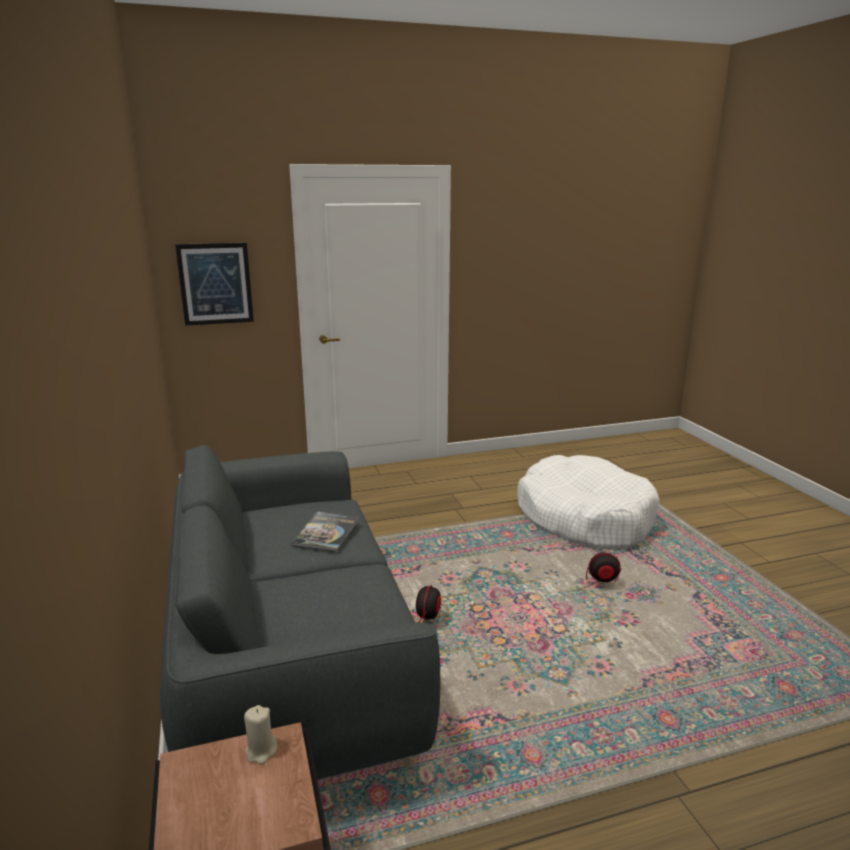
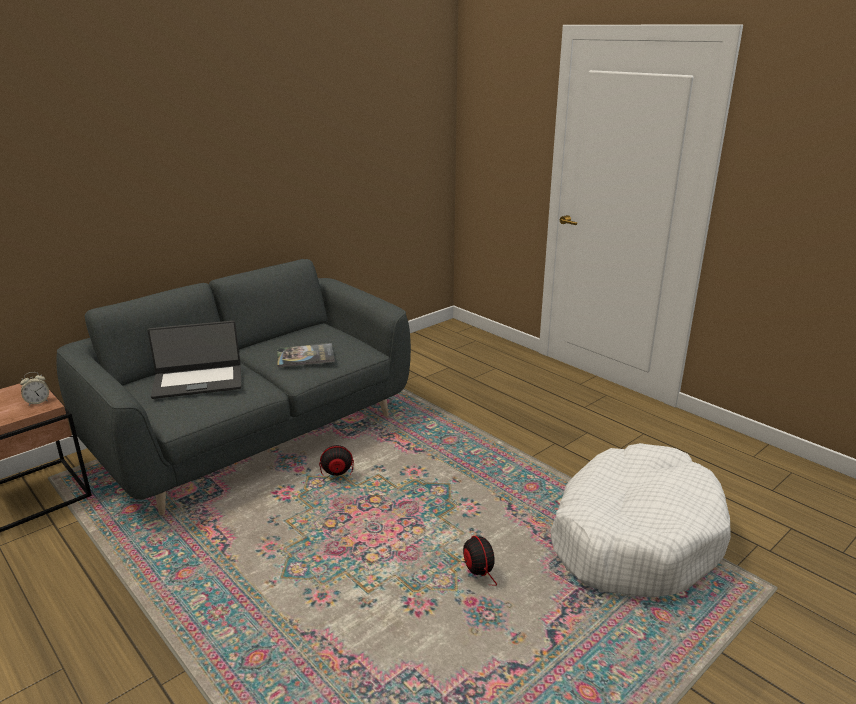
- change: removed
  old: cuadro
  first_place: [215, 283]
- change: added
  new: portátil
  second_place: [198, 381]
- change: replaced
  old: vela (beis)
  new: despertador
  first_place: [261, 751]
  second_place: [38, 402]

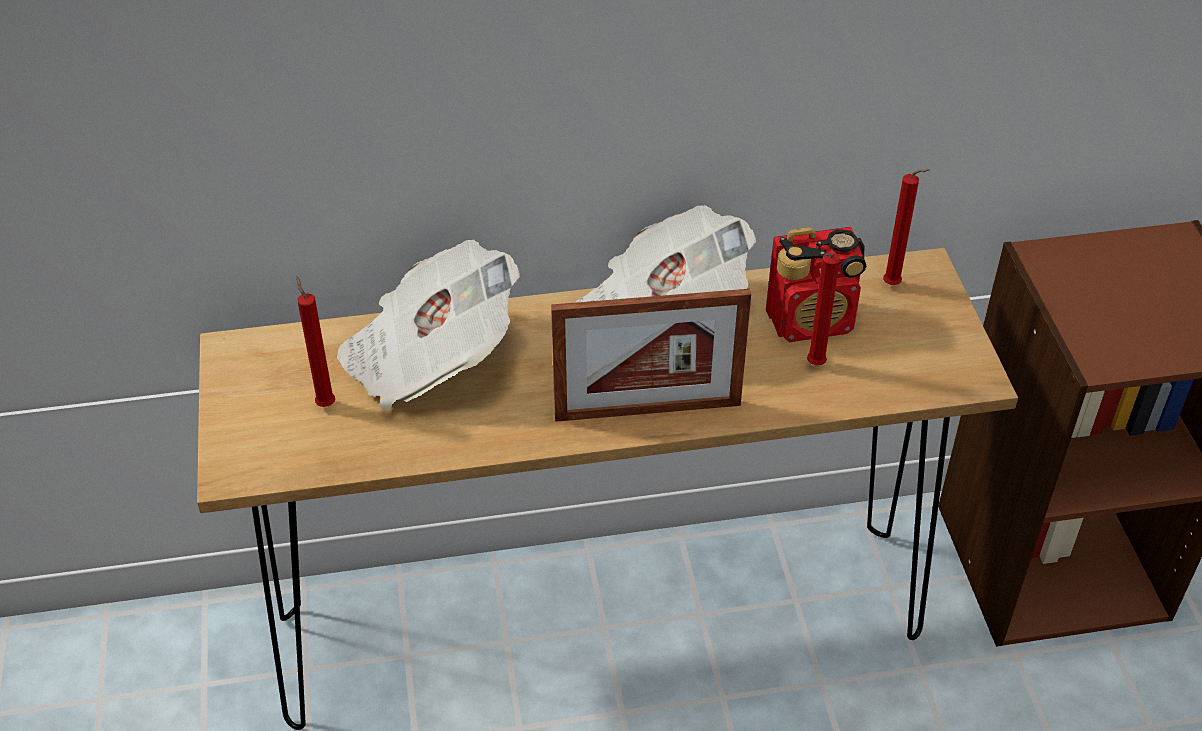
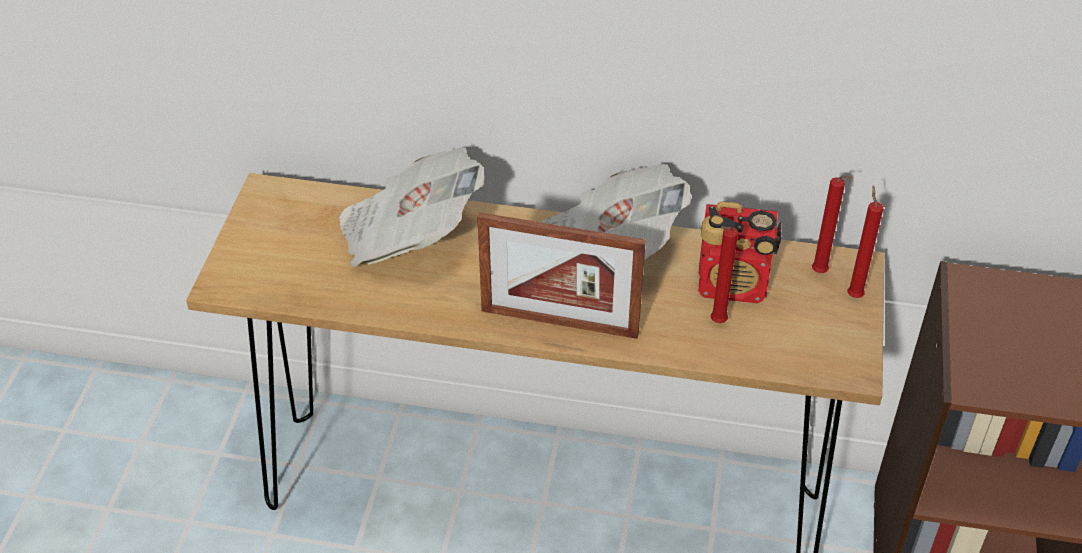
- change: moved
  old: vela (rojo)
  first_place: [325, 403]
  second_place: [854, 294]

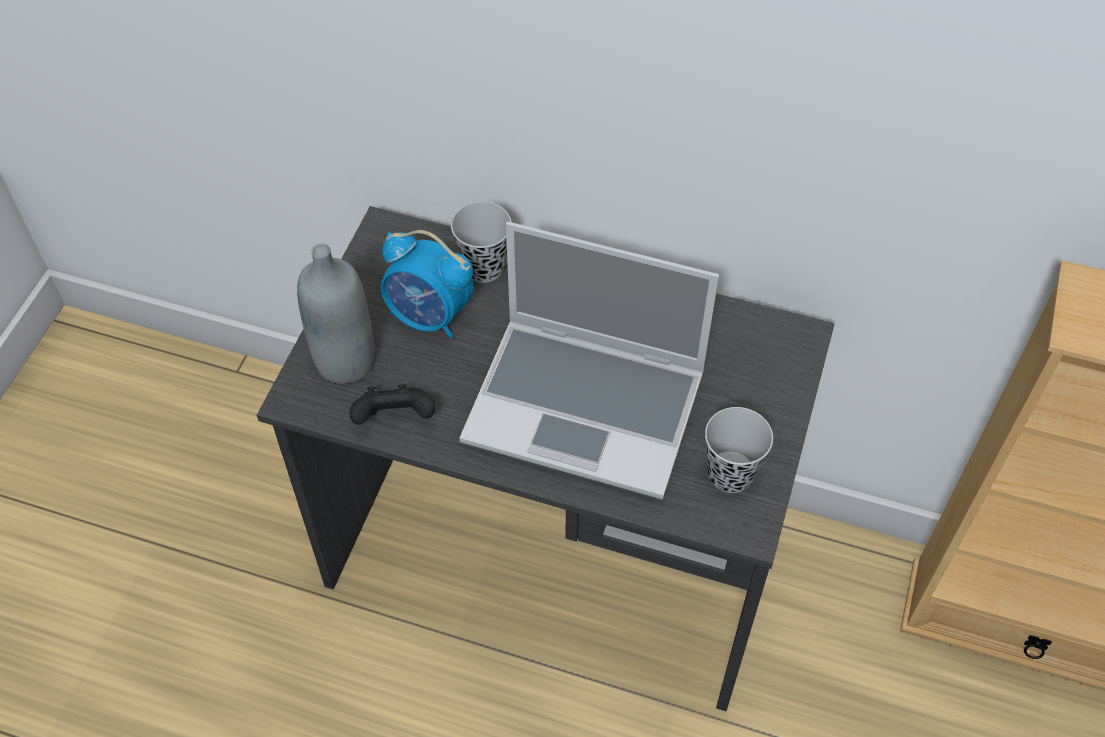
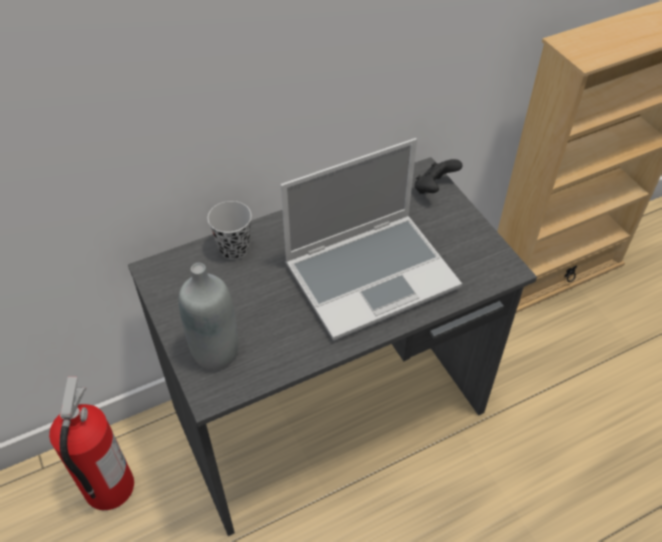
- change: removed
  old: despertador
  first_place: [429, 316]
- change: removed
  old: taza (negro)
  first_place: [730, 473]
- change: added
  new: extintor
  second_place: [108, 488]
- change: moved
  old: mando de consola (negro)
  first_place: [395, 419]
  second_place: [434, 188]

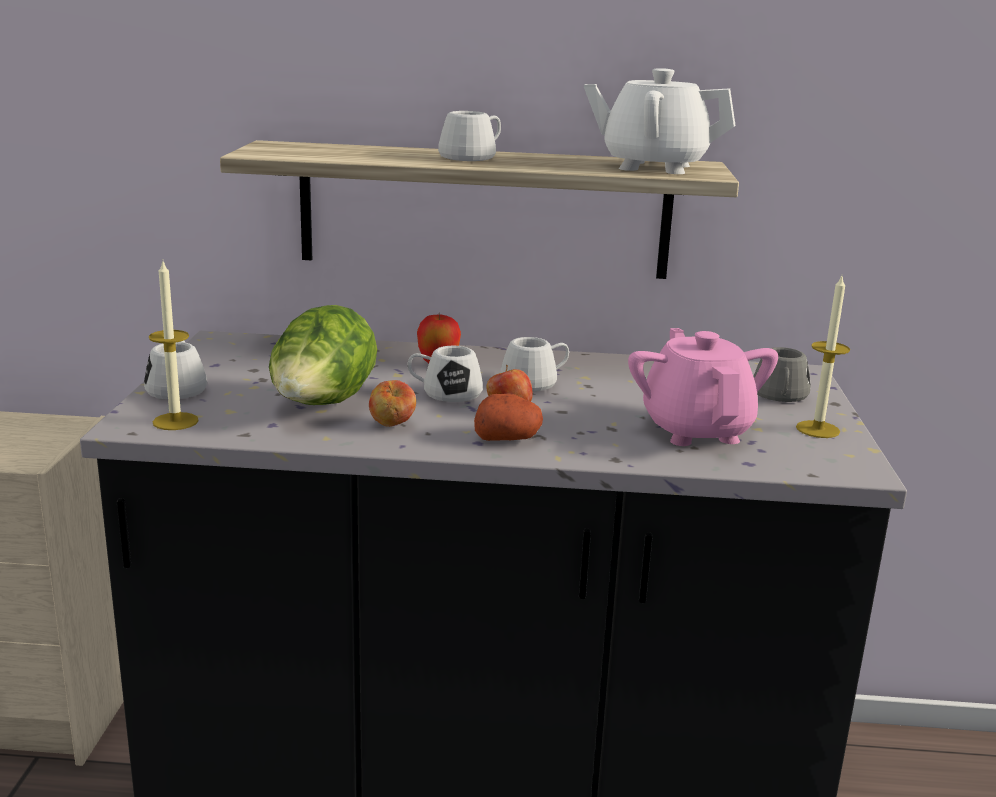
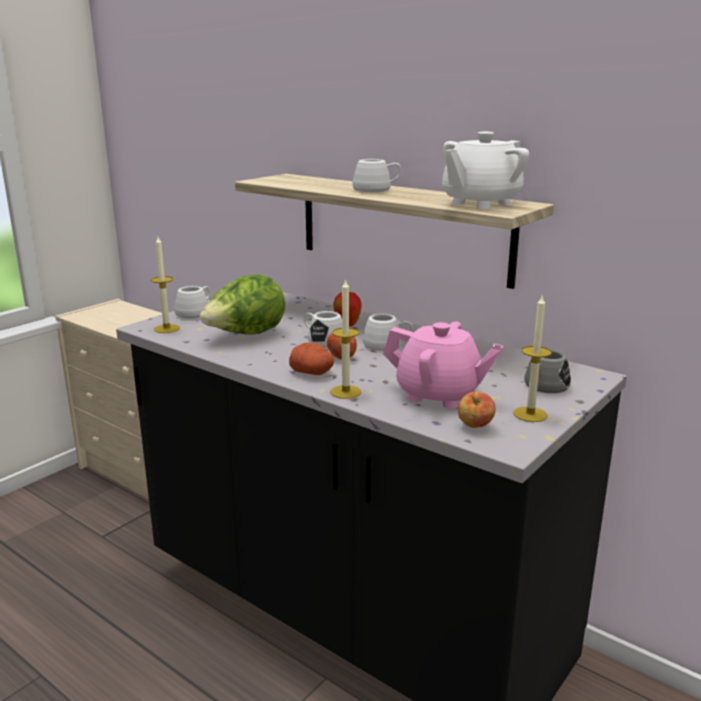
- change: added
  new: vela
  second_place: [345, 392]
- change: moved
  old: manzana
  first_place: [392, 425]
  second_place: [475, 427]
- change: turned
  old: tetera (blanco)
  first_place: [653, 167]
  second_place: [480, 203]
  degrees: -90
- change: turned
  old: tetera (rosa)
  first_place: [696, 430]
  second_place: [439, 395]
  degrees: 90

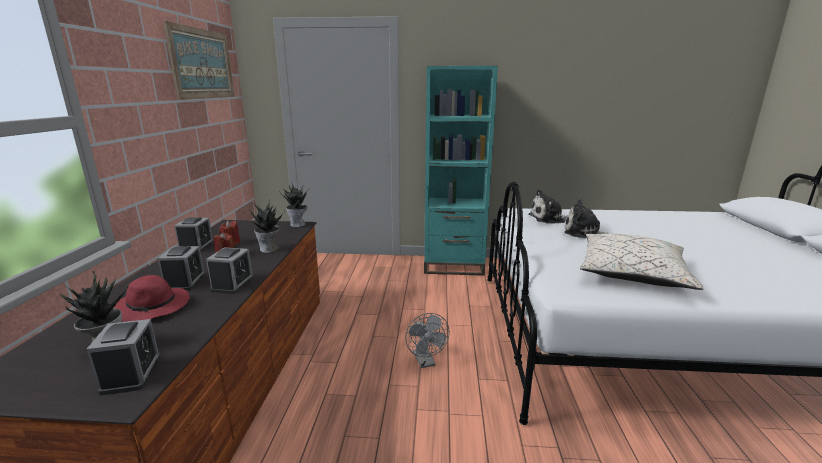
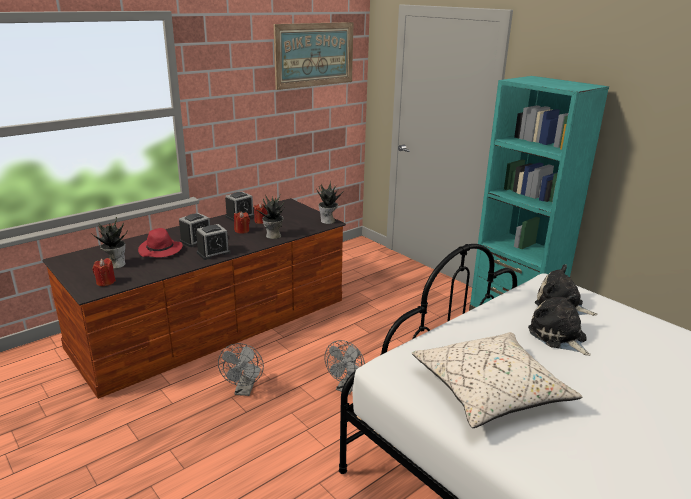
- change: added
  new: ventilador (gris)
  second_place: [244, 390]
- change: replaced
  old: despertador
  new: vela (rojo)
  first_place: [131, 374]
  second_place: [105, 282]

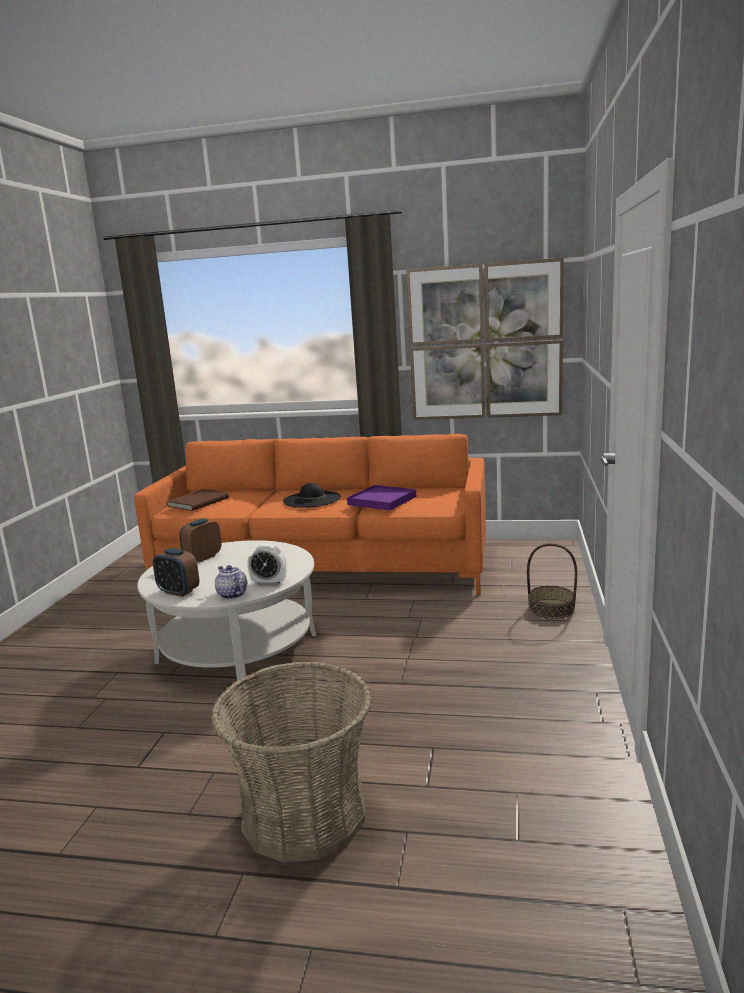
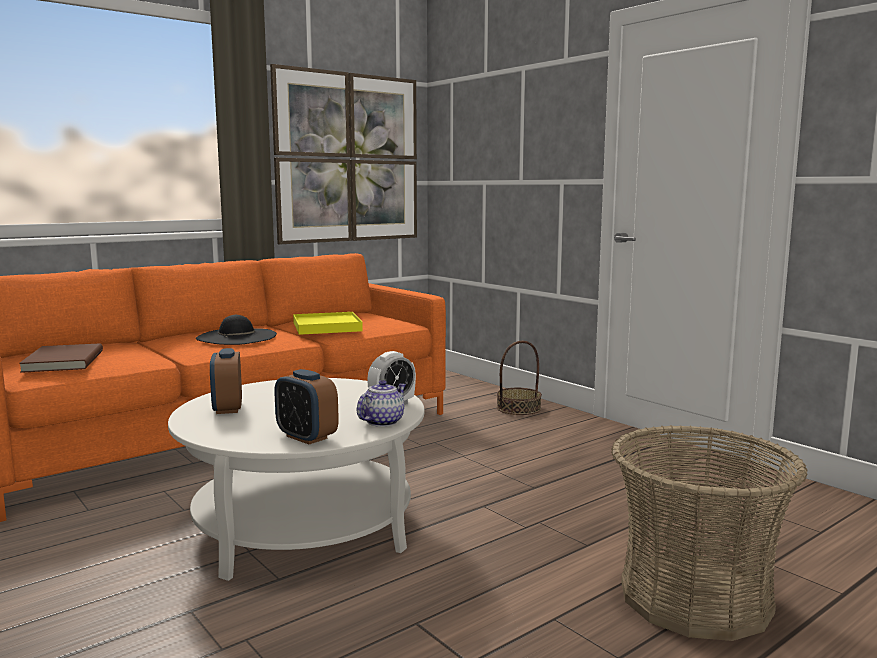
- change: recoloured
  old: bandeja (morado)
  new: bandeja (amarillo)
  first_place: [382, 500]
  second_place: [326, 327]
- change: turned
  old: despertador
  first_place: [178, 592]
  second_place: [306, 437]
  degrees: 60
- change: turned
  old: tetera
  first_place: [231, 594]
  second_place: [382, 422]
  degrees: 120

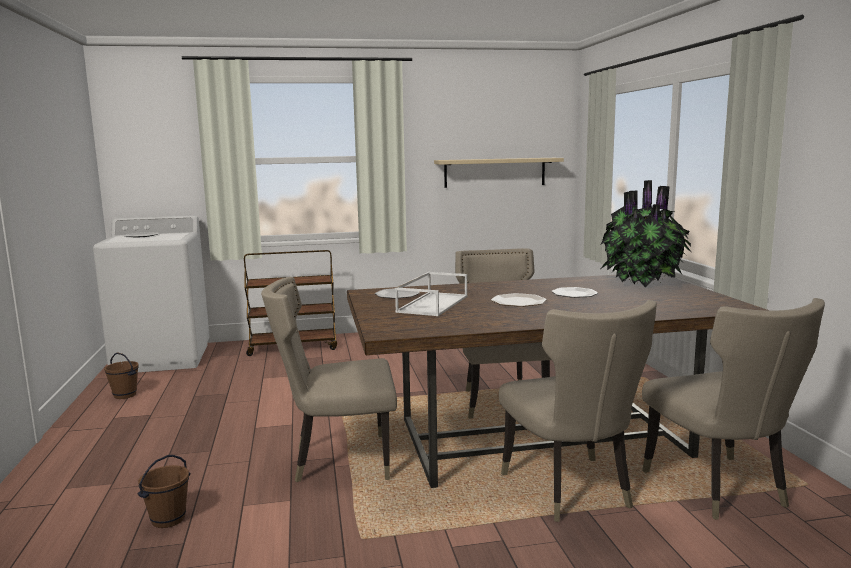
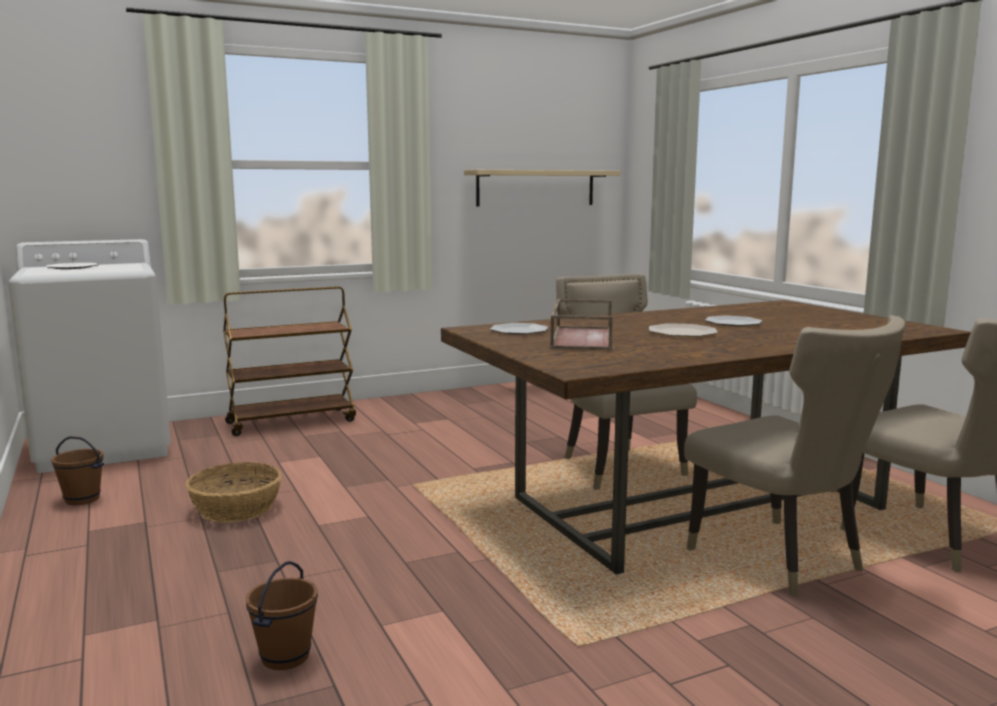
- change: removed
  old: silla (beis)
  first_place: [338, 460]
- change: removed
  old: planta en maceta
  first_place: [643, 281]
- change: added
  new: cesta
  second_place: [236, 508]
- change: recoloured
  old: bandeja (blanco)
  new: bandeja (marrón)
  first_place: [432, 303]
  second_place: [581, 338]

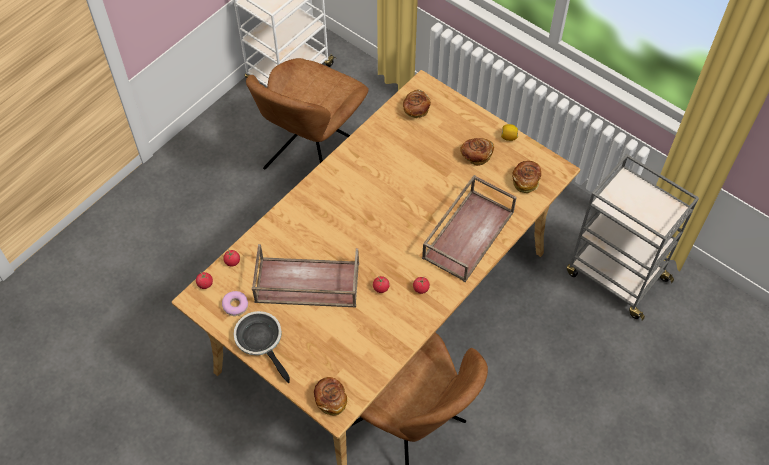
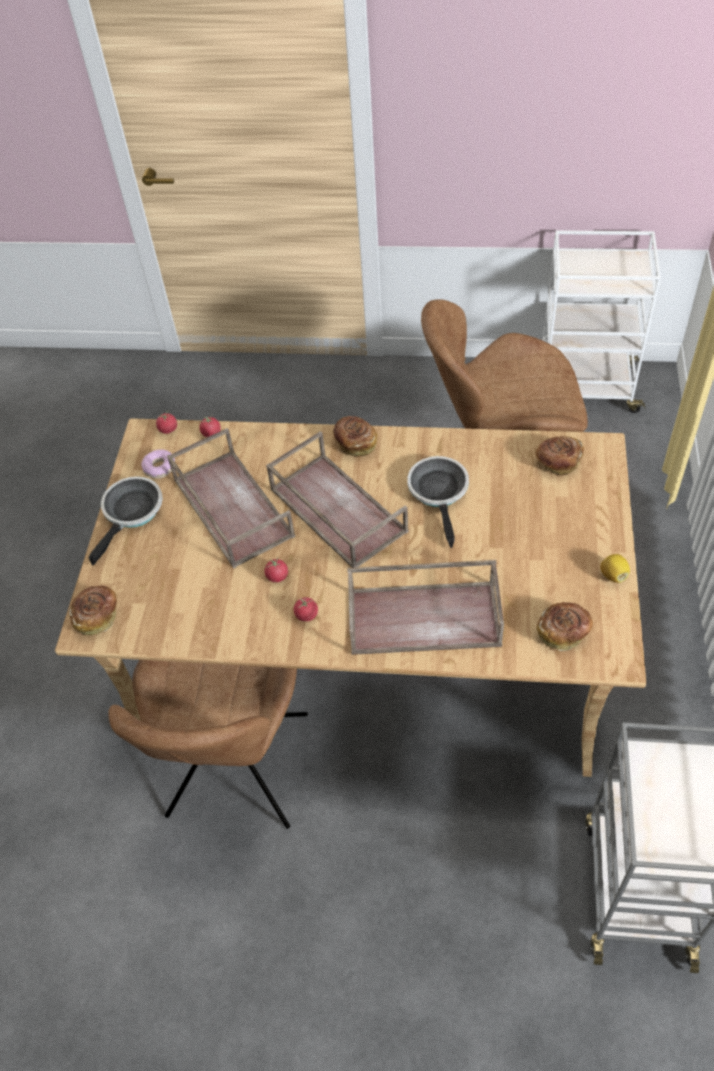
- change: added
  new: bandeja (marrón)
  second_place: [336, 510]
- change: added
  new: sartén
  second_place: [439, 493]
- change: moved
  old: pan
  first_place: [476, 156]
  second_place: [355, 443]

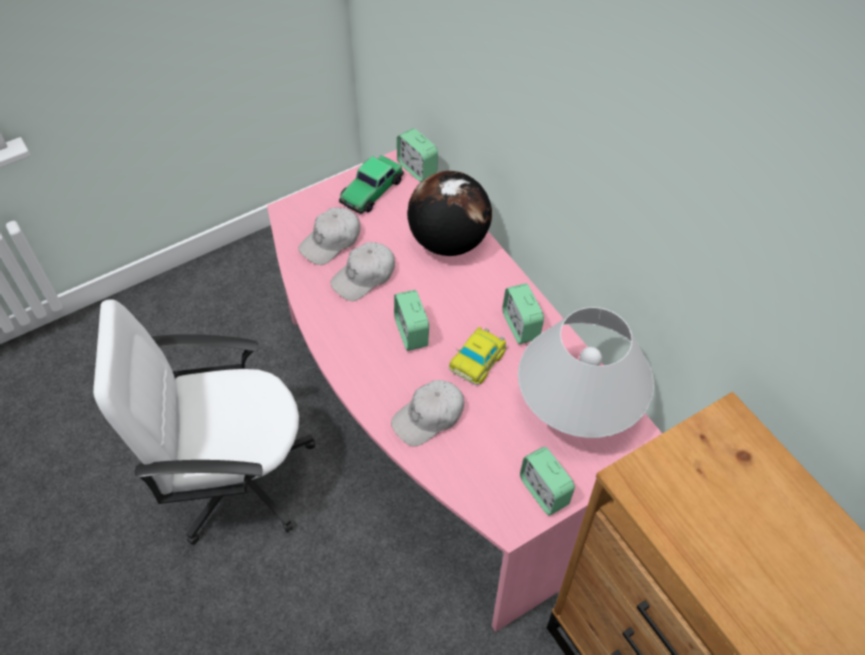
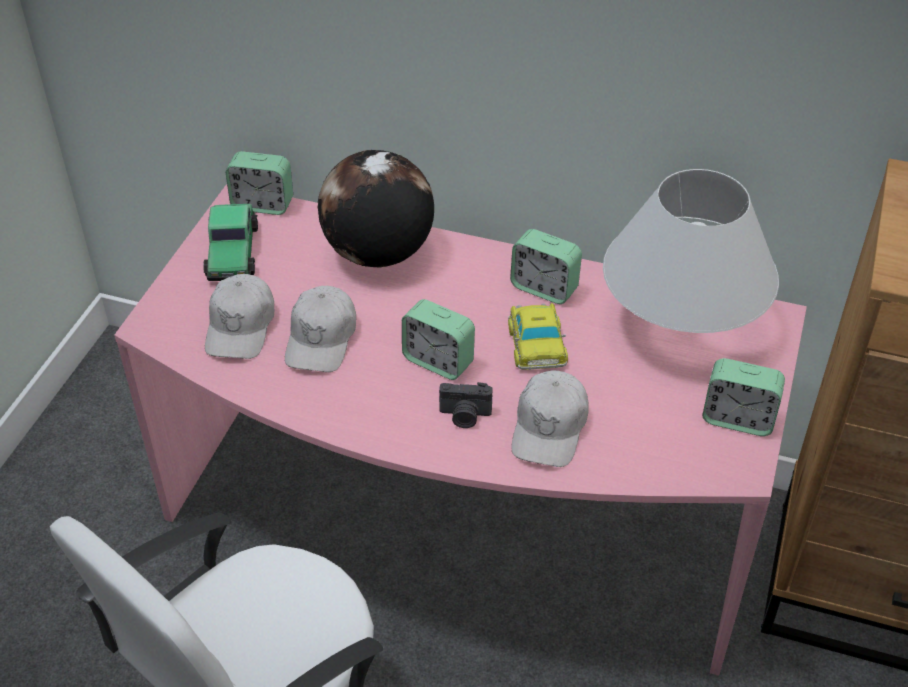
- change: added
  new: cámara
  second_place: [465, 416]

